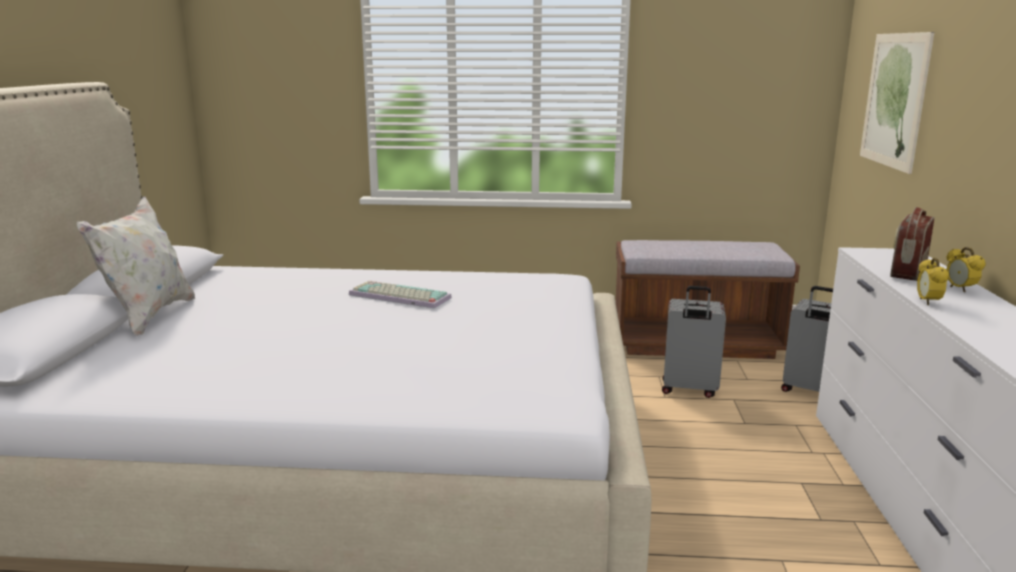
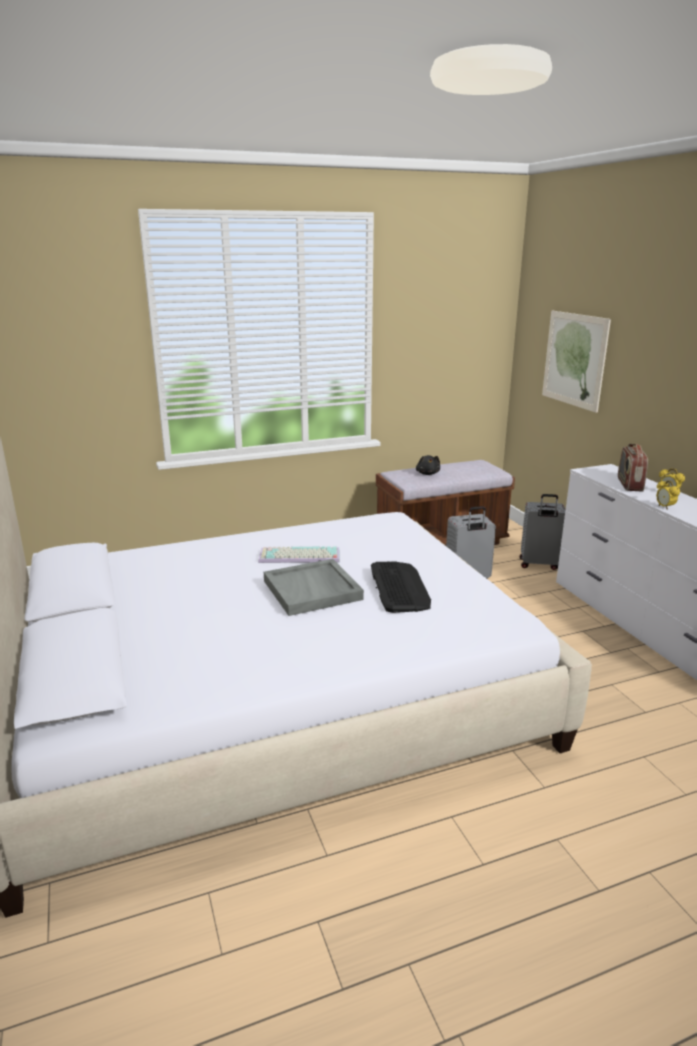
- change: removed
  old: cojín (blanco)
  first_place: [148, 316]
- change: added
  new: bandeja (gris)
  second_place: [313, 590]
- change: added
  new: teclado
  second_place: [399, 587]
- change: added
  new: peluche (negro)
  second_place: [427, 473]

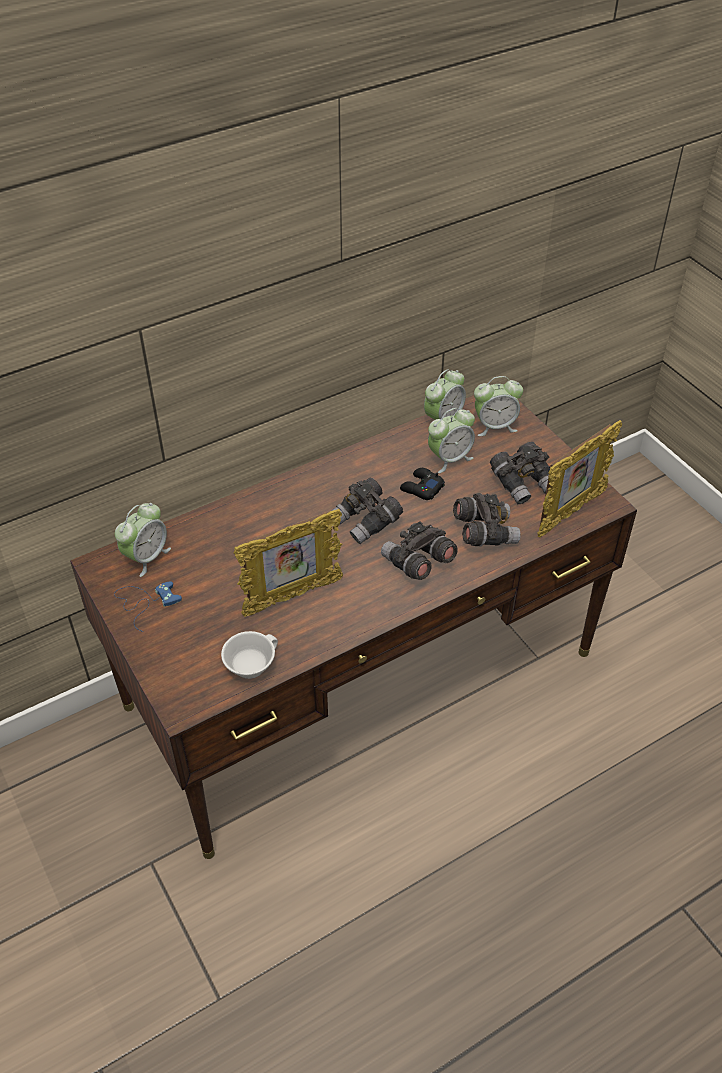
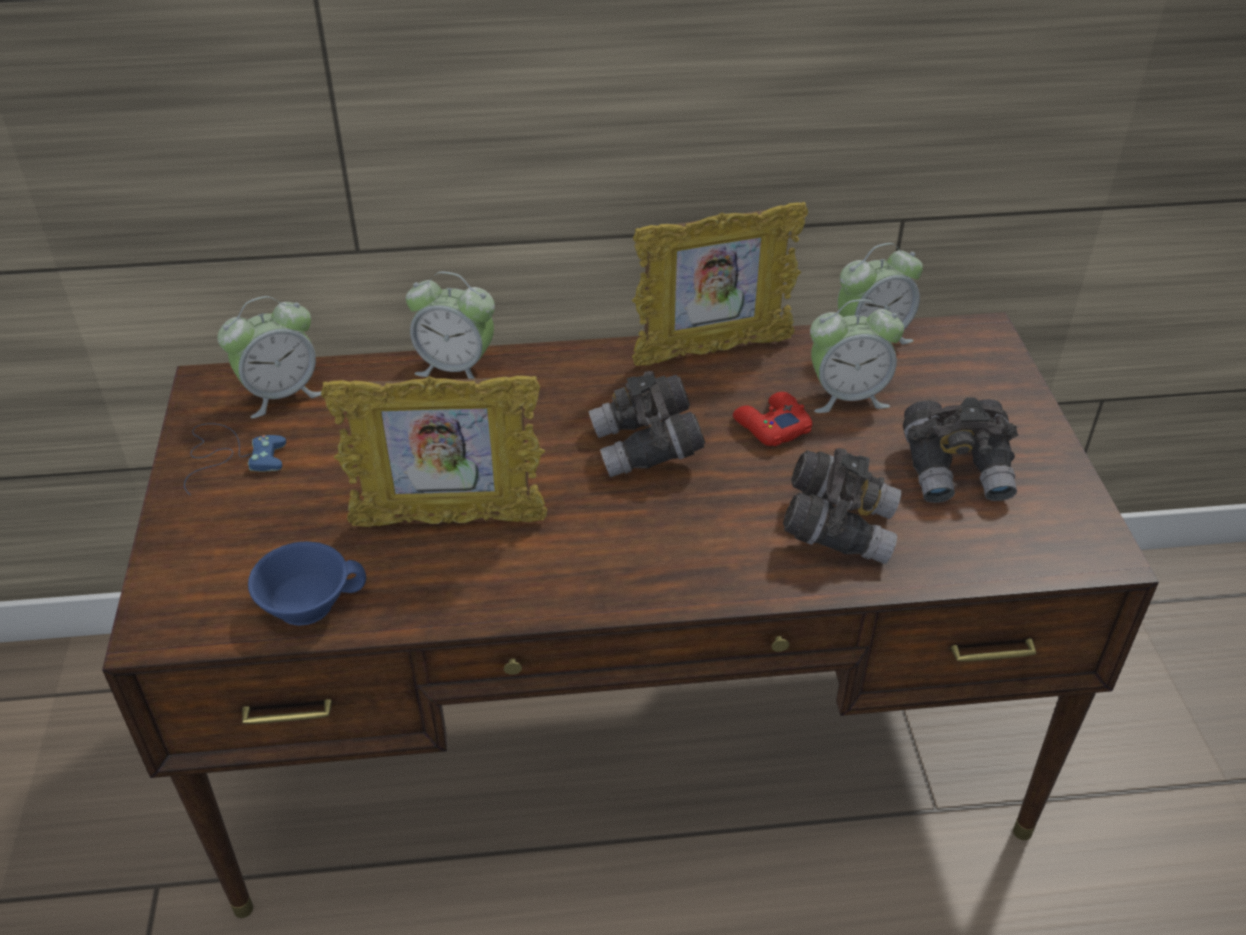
- change: removed
  old: prismáticos (gris)
  first_place: [417, 562]
- change: moved
  old: despertador
  first_place: [494, 426]
  second_place: [456, 368]
- change: moved
  old: portarretratos
  first_place: [570, 513]
  second_place: [712, 351]
- change: recoloured
  old: taza (blanco)
  new: taza (azul)
  first_place: [249, 663]
  second_place: [308, 600]
- change: recoloured
  old: mando de consola (negro)
  new: mando de consola (rojo)
  first_place: [421, 488]
  second_place: [771, 426]

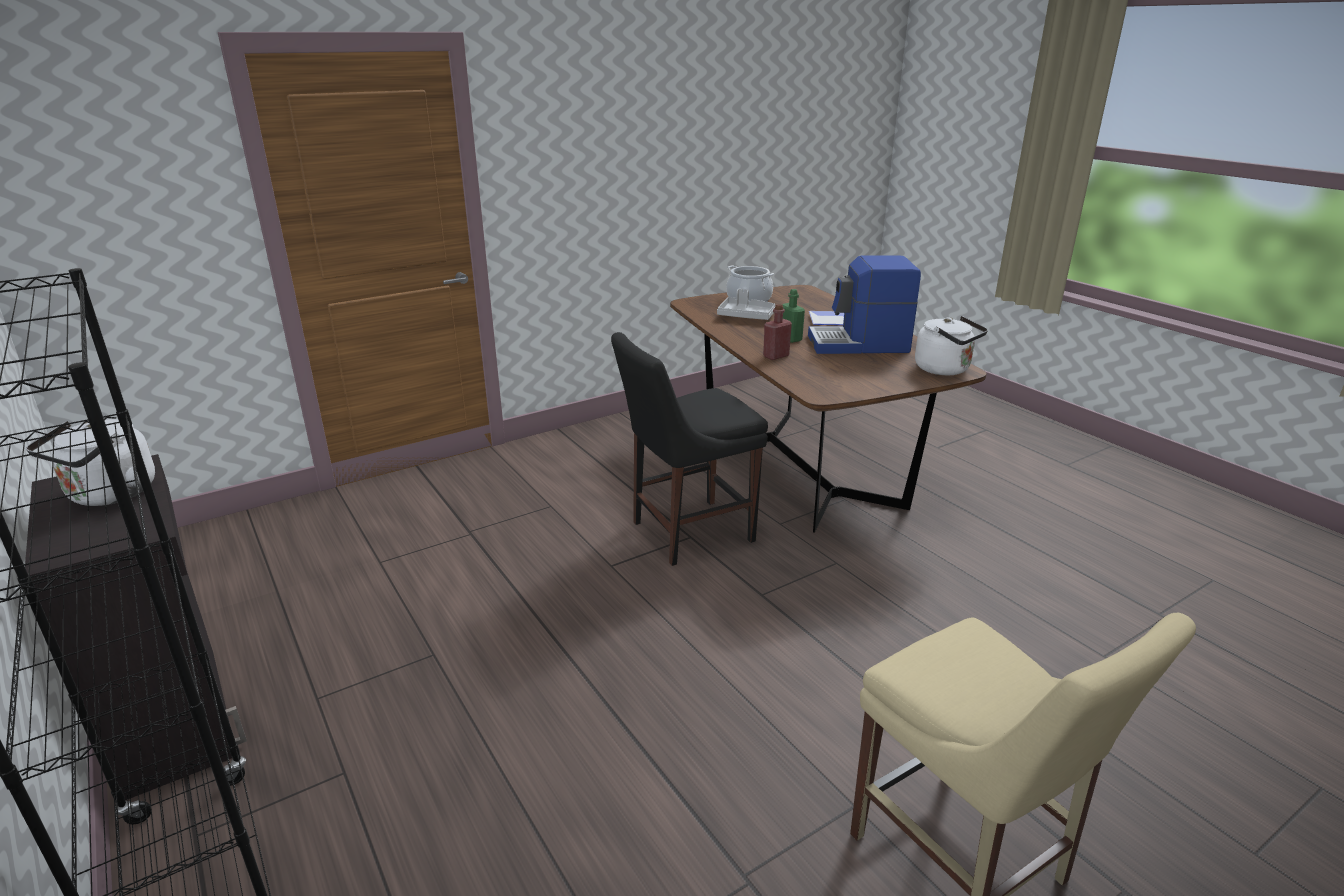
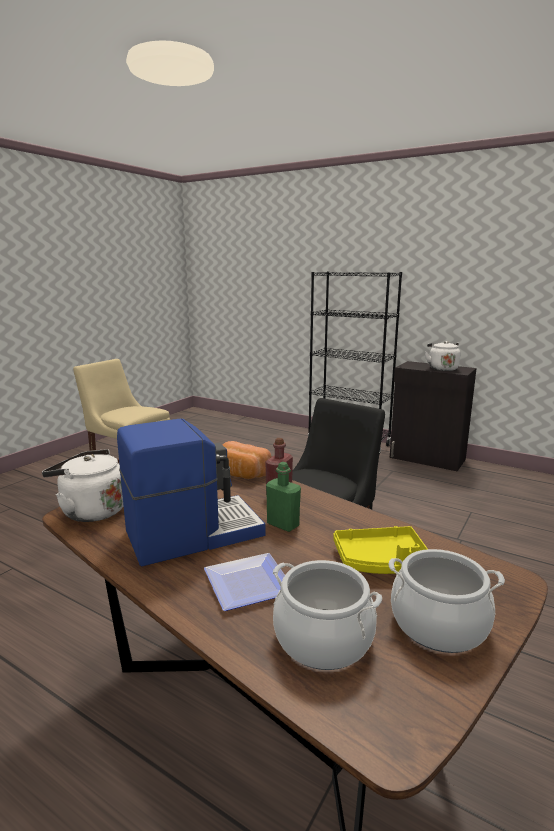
- change: added
  new: pan
  second_place: [240, 474]
- change: added
  new: olla
  second_place: [323, 638]
- change: recoloured
  old: bandeja (gris)
  new: bandeja (amarillo)
  first_place: [746, 316]
  second_place: [382, 562]

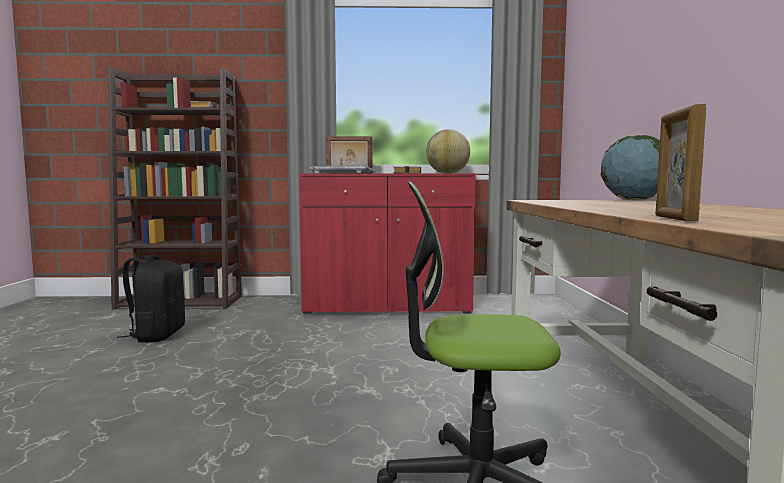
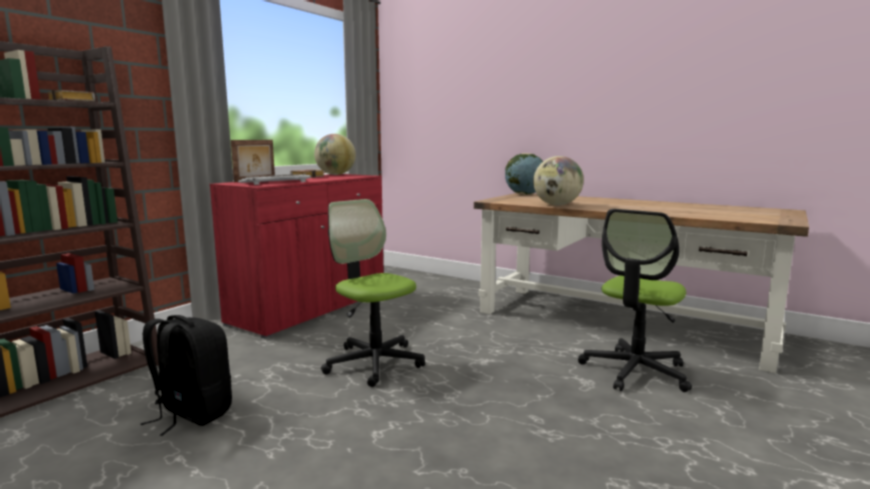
- change: removed
  old: portarretratos
  first_place: [674, 218]
- change: added
  new: silla de oficina
  second_place: [374, 363]
- change: added
  new: globo terráqueo
  second_place: [556, 205]

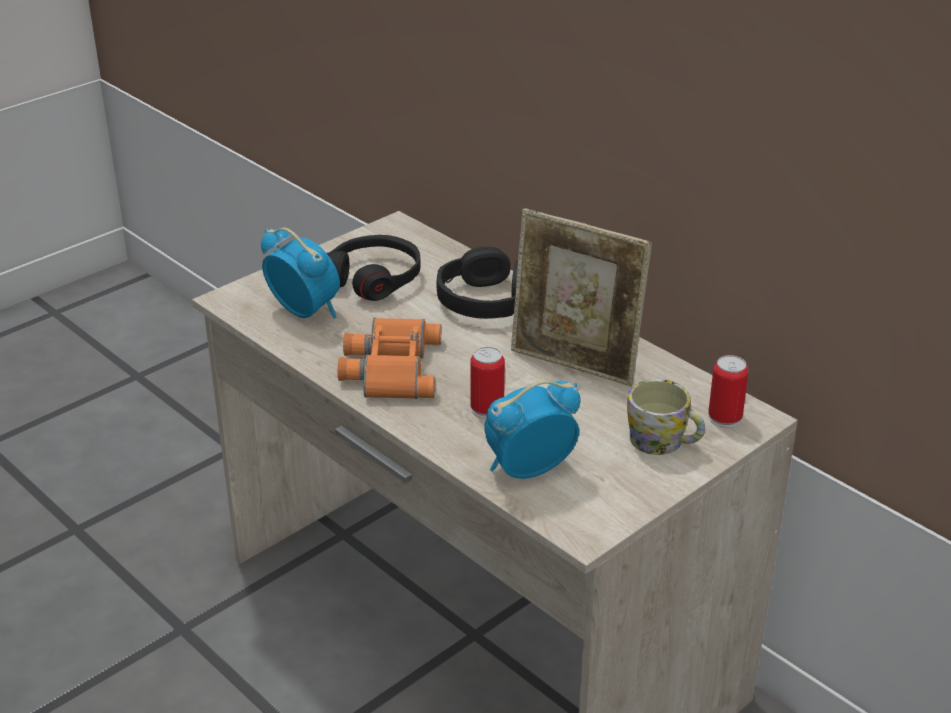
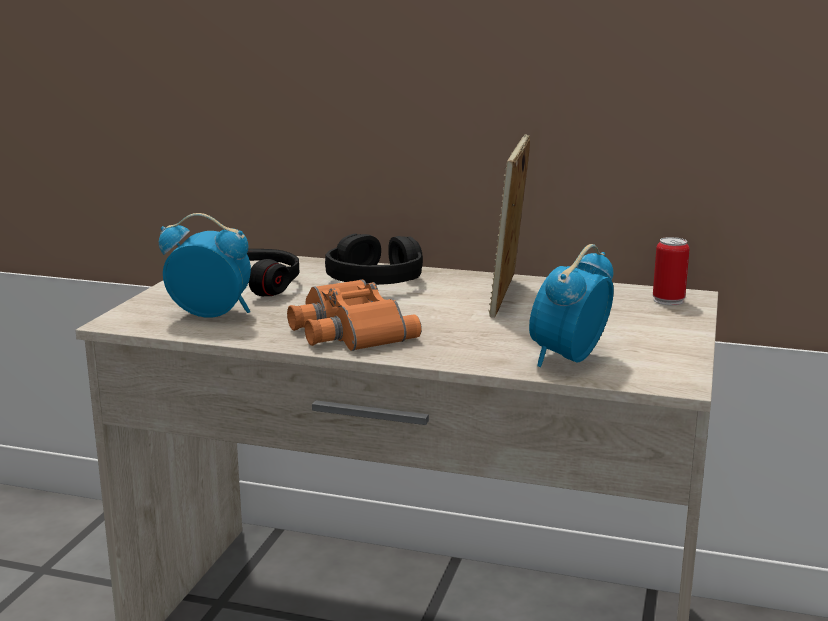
- change: removed
  old: lata
  first_place: [487, 409]
- change: removed
  old: taza grande
  first_place: [663, 442]
- change: turned
  old: portarretratos
  first_place: [575, 365]
  second_place: [507, 297]
  degrees: 105

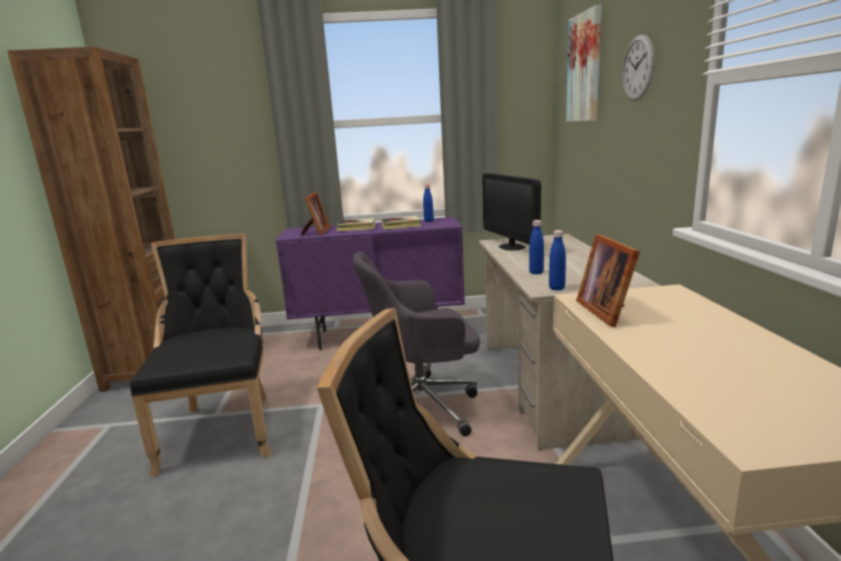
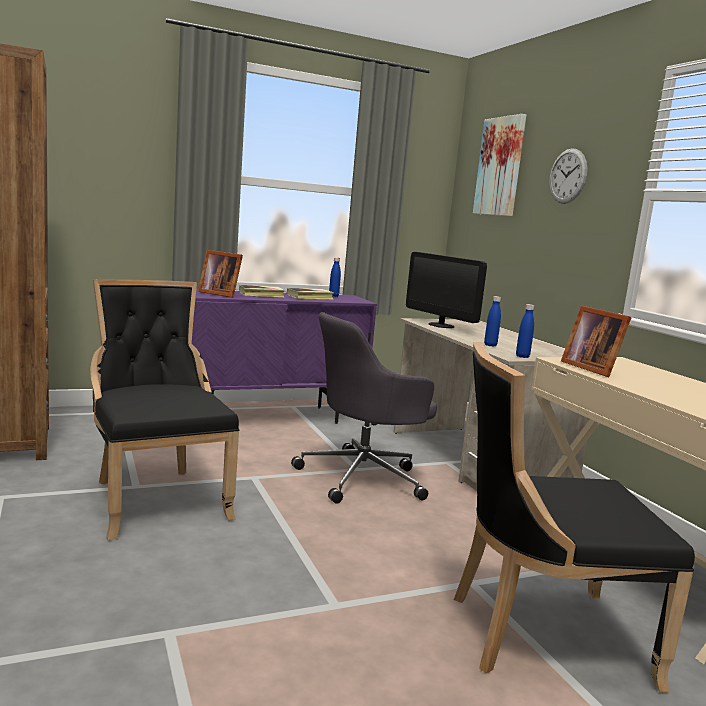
- change: turned
  old: portarretratos
  first_place: [316, 232]
  second_place: [219, 294]
  degrees: 135

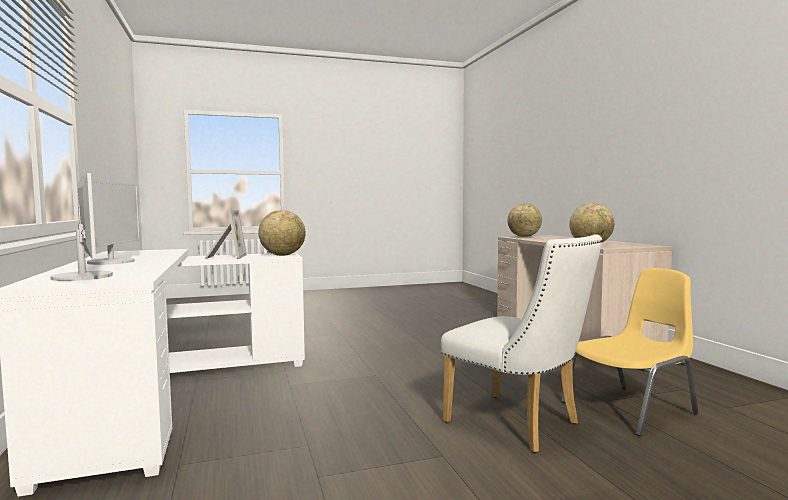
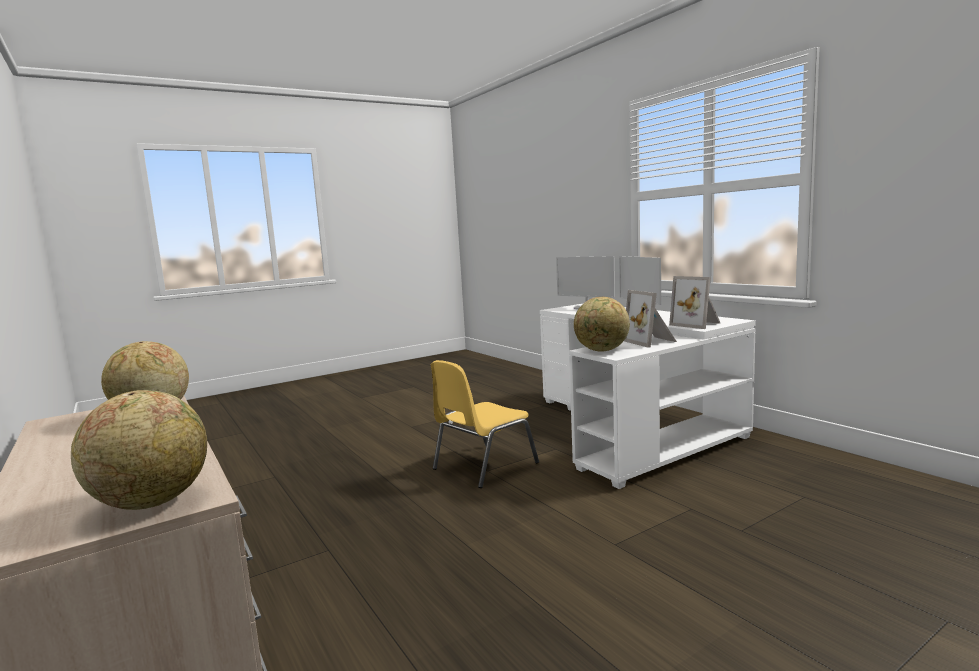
- change: removed
  old: silla (blanco)
  first_place: [520, 425]
- change: added
  new: portarretratos
  second_place: [697, 324]
- change: moved
  old: silla (amarillo)
  first_place: [631, 408]
  second_place: [483, 466]

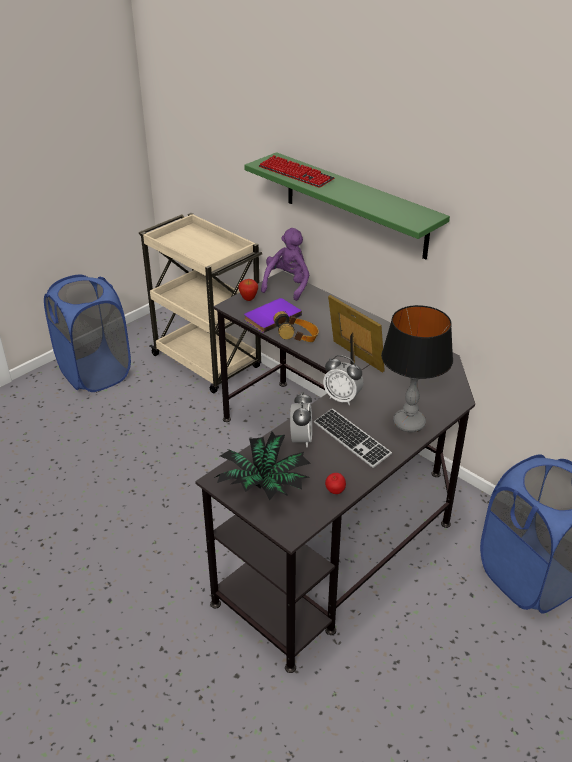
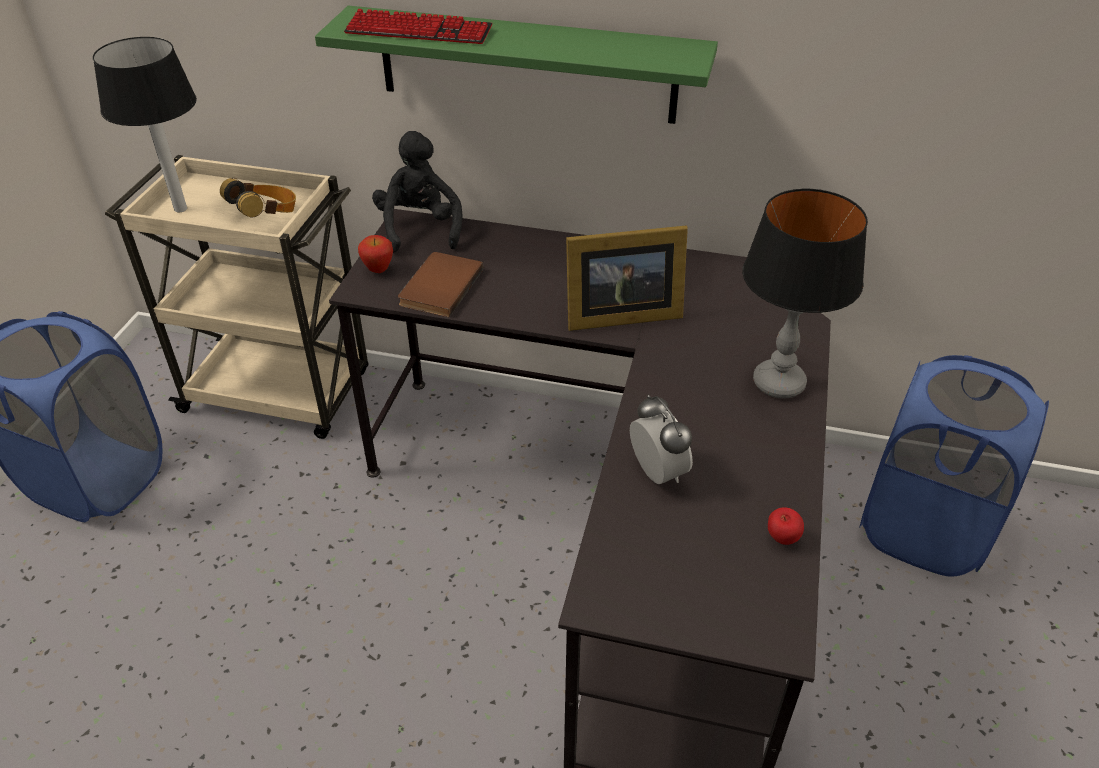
- change: removed
  old: planta en maceta
  first_place: [263, 486]
- change: removed
  old: teclado
  first_place: [351, 439]
- change: removed
  old: despertador
  first_place: [342, 398]
- change: added
  new: lámpara de mesa
  second_place: [180, 209]
- change: moved
  old: auriculares
  first_place: [297, 339]
  second_place: [266, 216]
- change: recoloured
  old: libro (morado)
  new: libro (marrón)
  first_place: [271, 316]
  second_place: [438, 286]
- change: recoloured
  old: peluche (morado)
  new: peluche (negro)
  first_place: [287, 285]
  second_place: [420, 228]
- change: turned
  old: portarretratos
  first_place: [353, 360]
  second_place: [618, 314]
  degrees: 150

